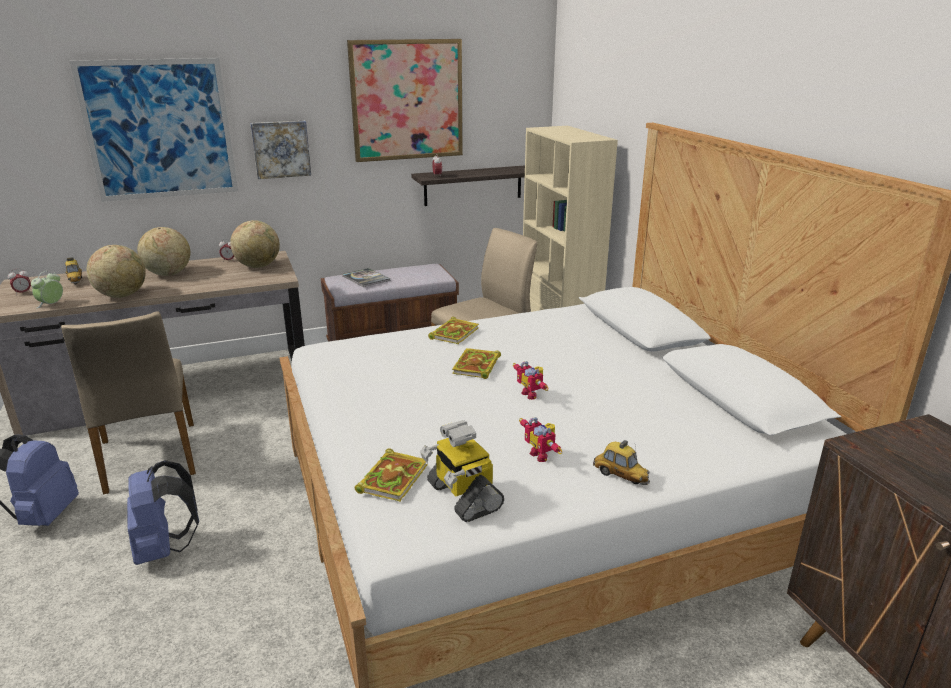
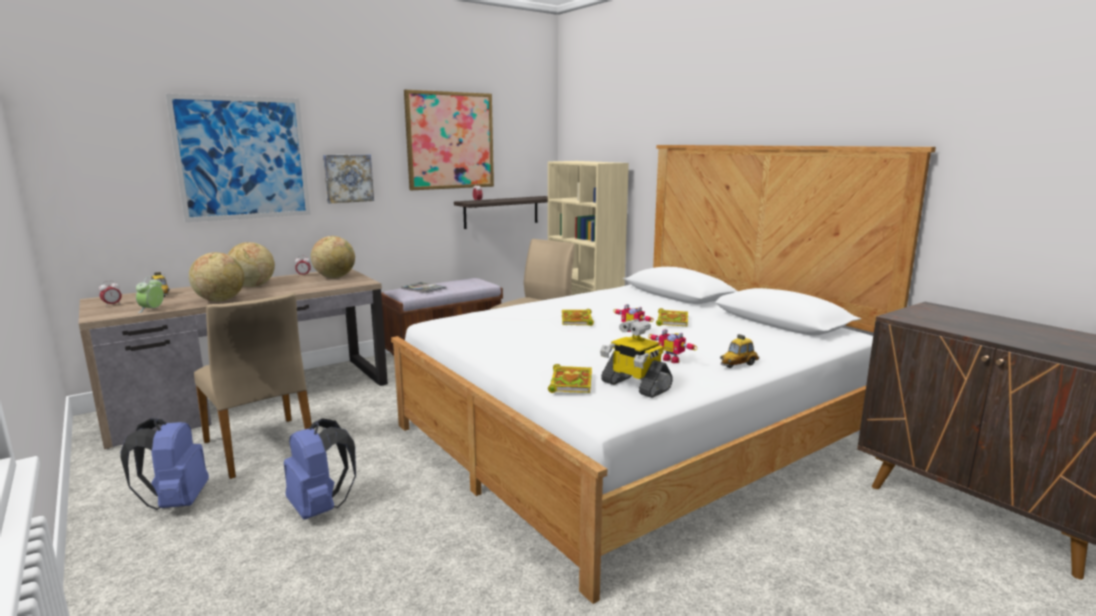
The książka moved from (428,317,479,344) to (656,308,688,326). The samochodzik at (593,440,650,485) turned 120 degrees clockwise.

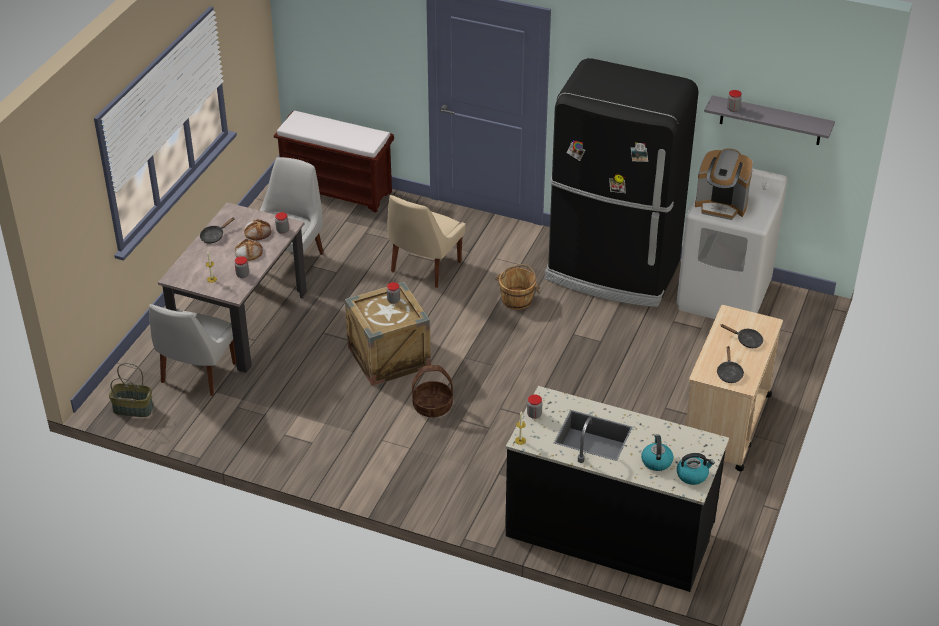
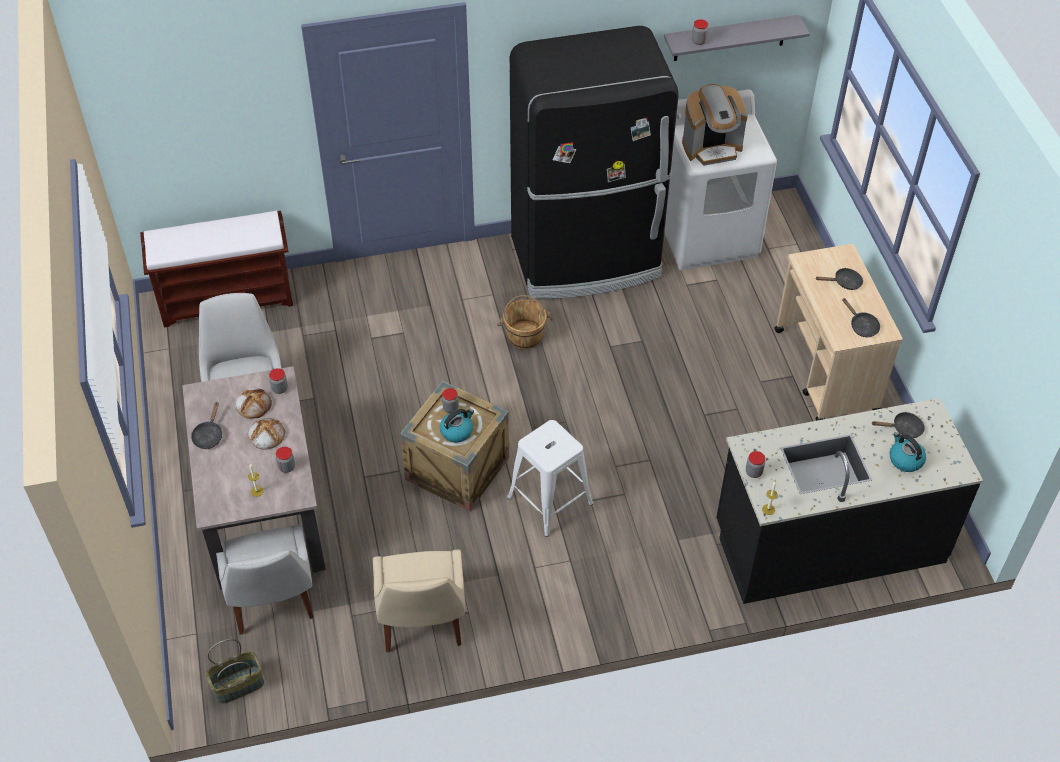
The krzesło/beżowy moved from (387,195,466,288) to (373,550,465,653). The czajnik moved from (677,453,715,485) to (440,409,474,442). The koszyk at (412,365,453,417) was replaced by the stołek/biały at (507,420,593,537). The patelnia/czarny at (872,412,925,438) appeared.

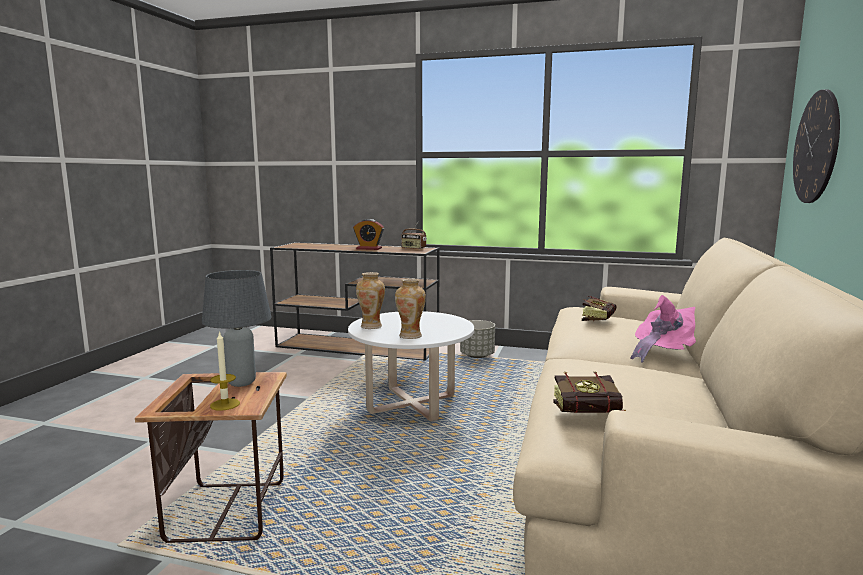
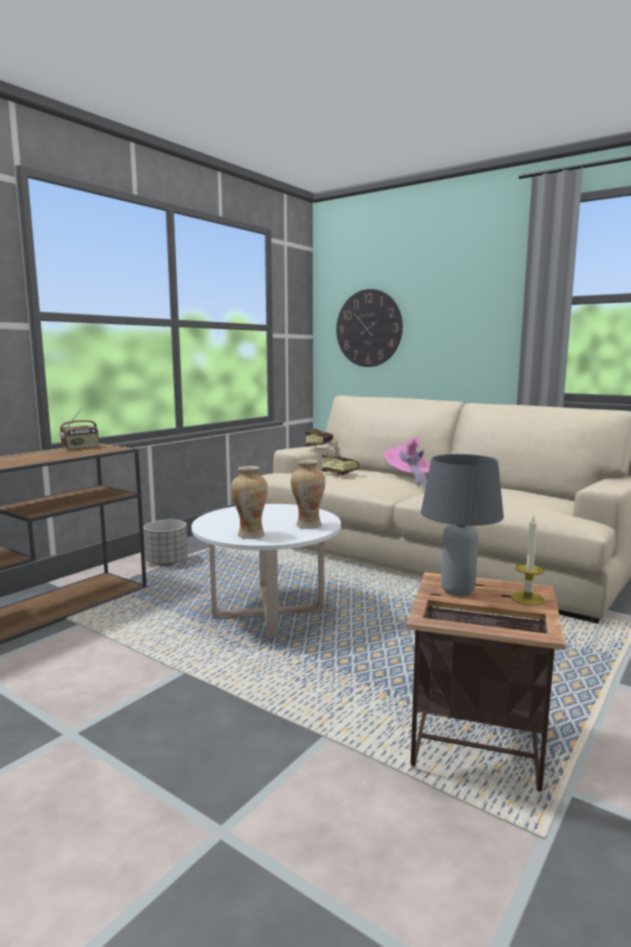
The książka moved from (553,372,625,413) to (305,428,333,447). The budzik at (353,219,384,250) disappeared.

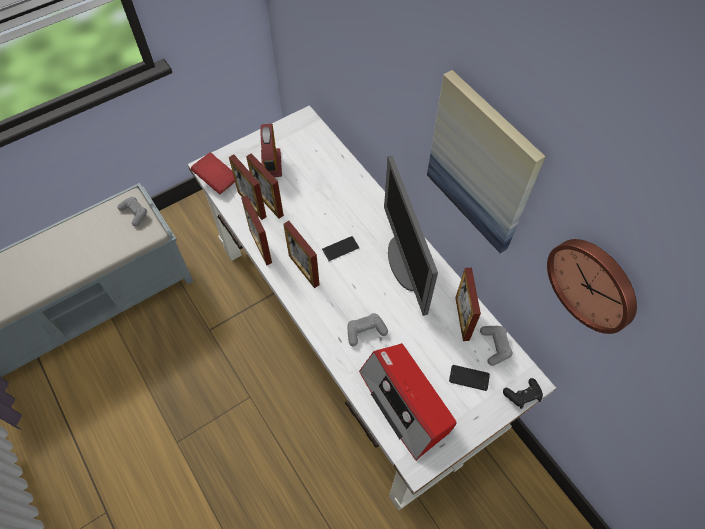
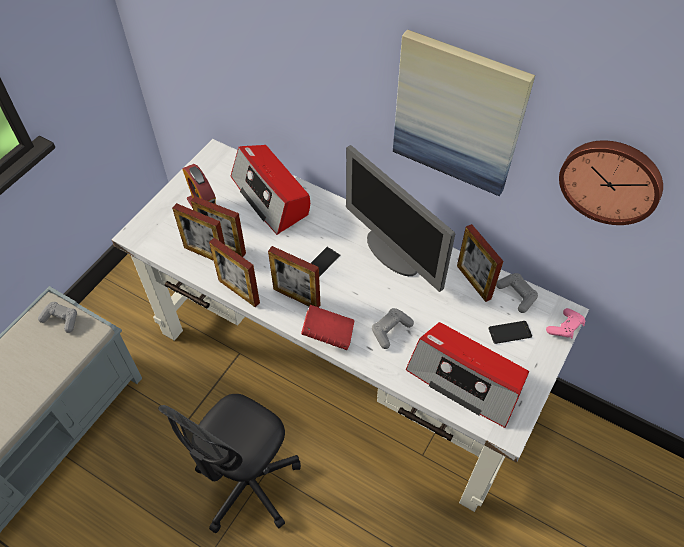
The krzesło biurowe/czarny at (158,394,301,533) appeared. The radio at (231,145,310,235) appeared. The książka/czerwony moved from (191,152,235,195) to (301,305,354,350). The pad do gier/czarny at (503,378,543,409) became the pad do gier/różowy at (546,308,585,339).

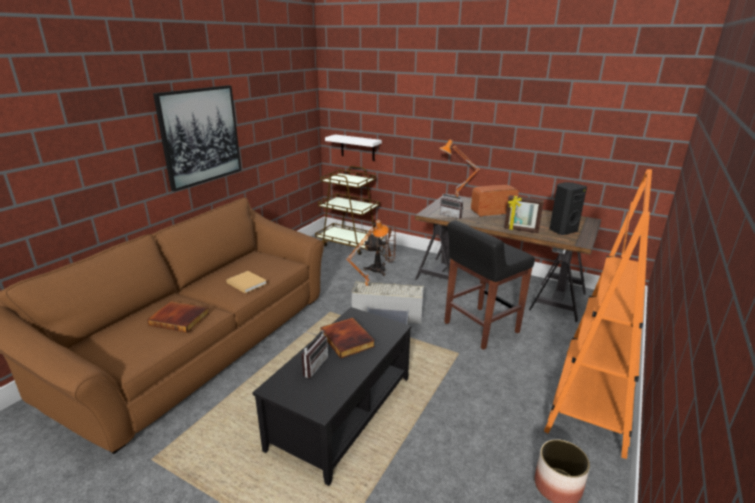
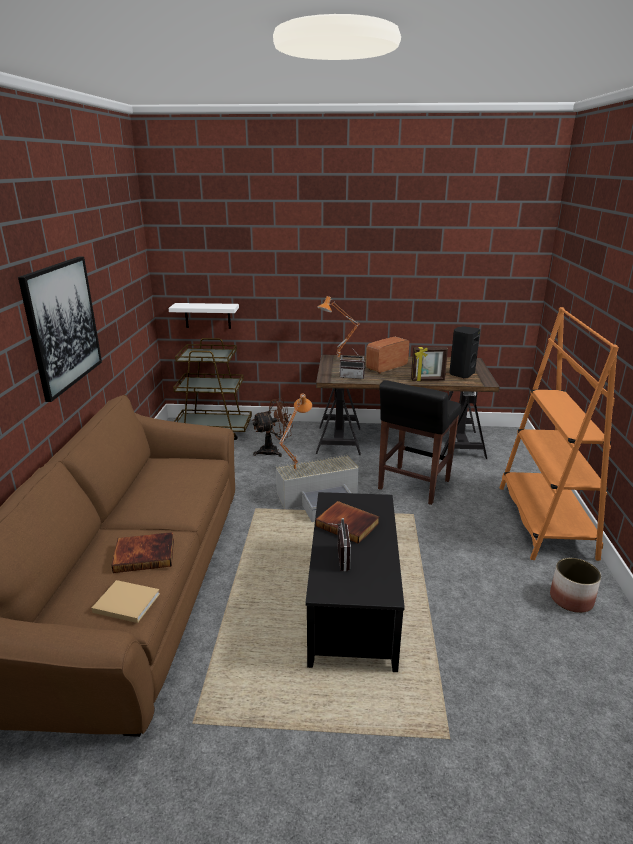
The książka/beżowy moved from (226,271,267,293) to (92,580,160,623).

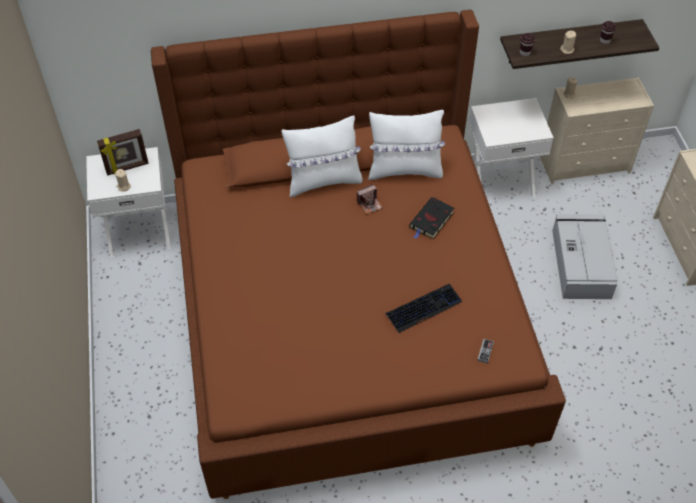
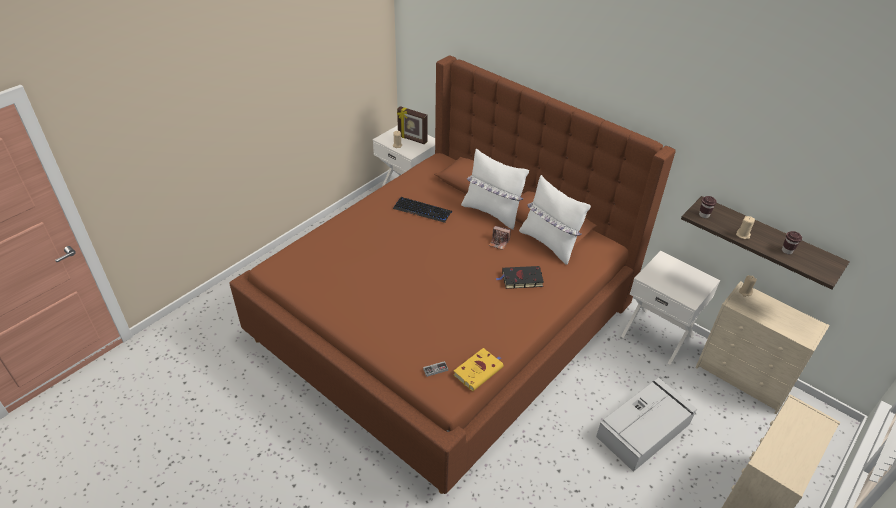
The klawiatura moved from (386,284,462,333) to (393,197,452,223). The książka/żółty at (454,348,504,391) appeared.

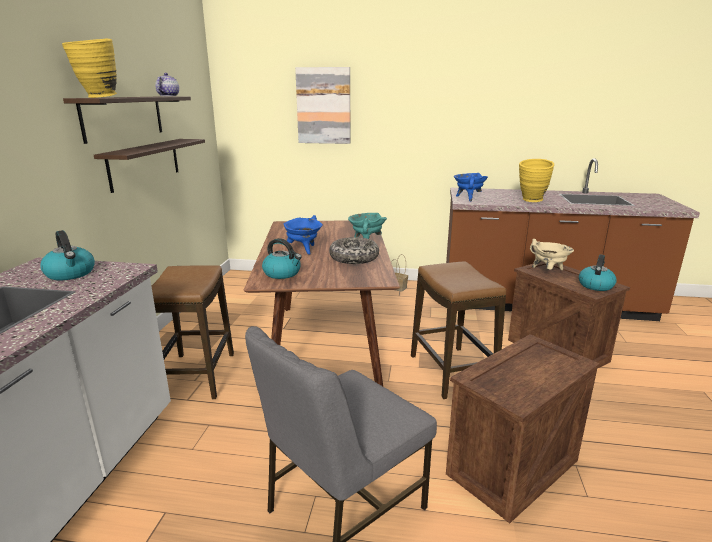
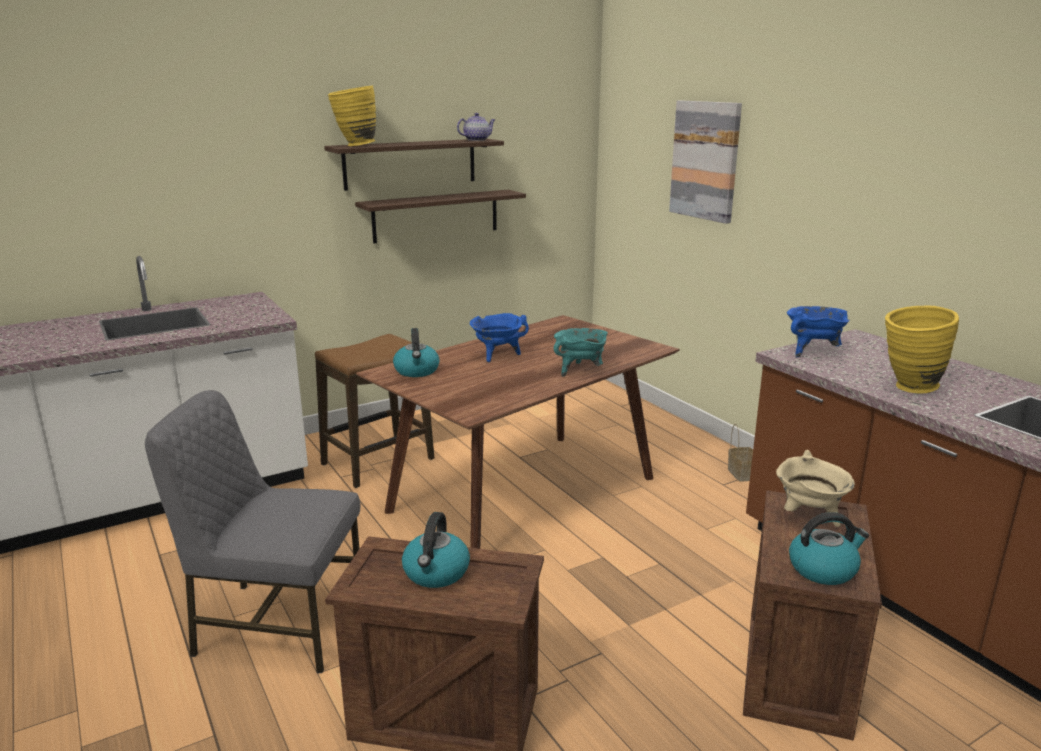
The czajnik moved from (40,230,95,280) to (402,512,470,588). The miska at (329,237,379,264) disappeared. The stołek at (411,261,506,399) disappeared.

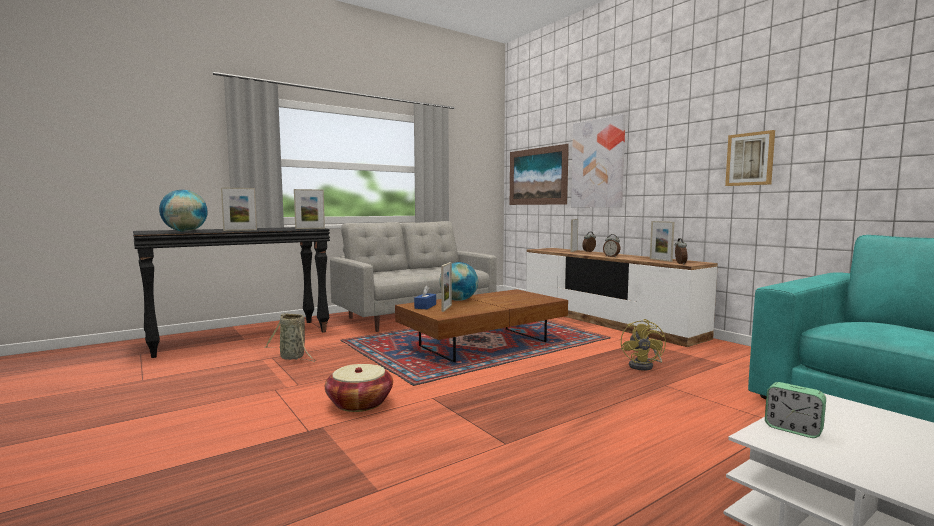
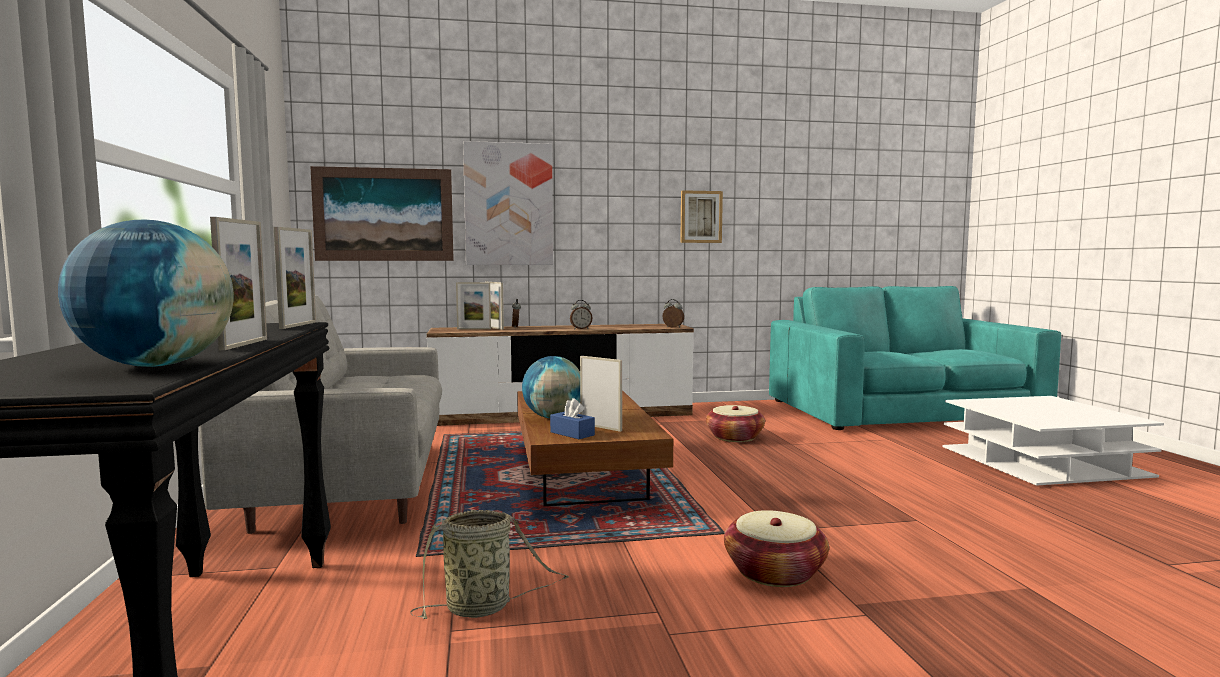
The ramka na zdjęcie moved from (650,221,674,262) to (456,282,491,329). The wentylator/żółty at (621,319,666,371) was replaced by the koszyk at (706,405,765,442). The budzik at (765,382,826,438) disappeared.

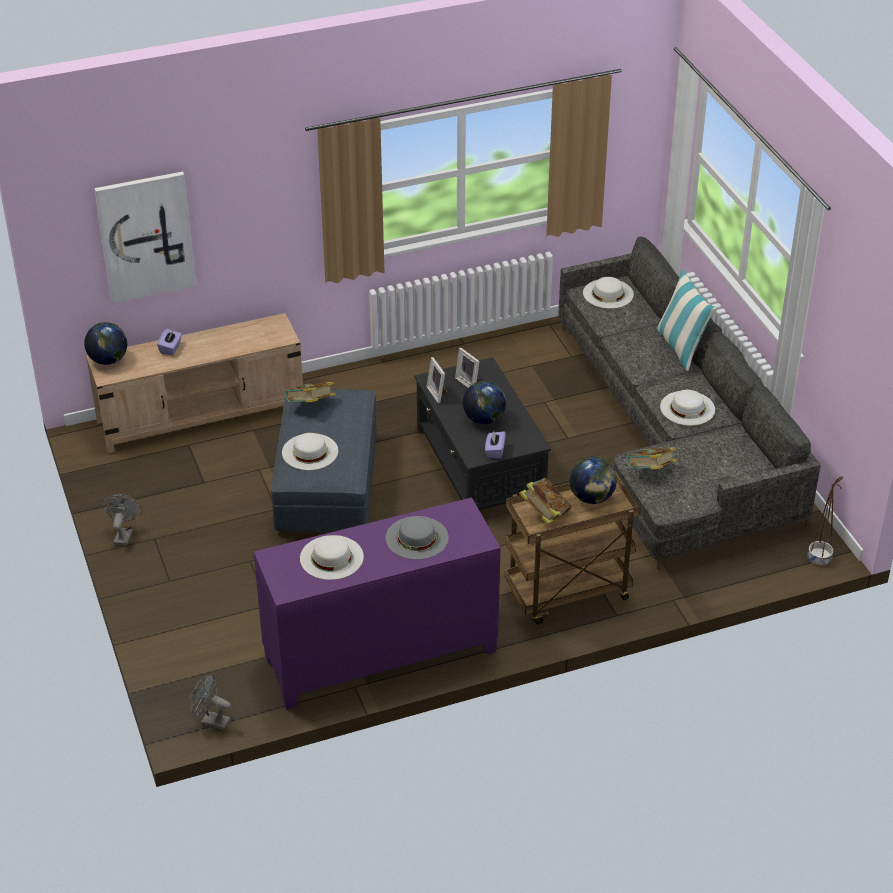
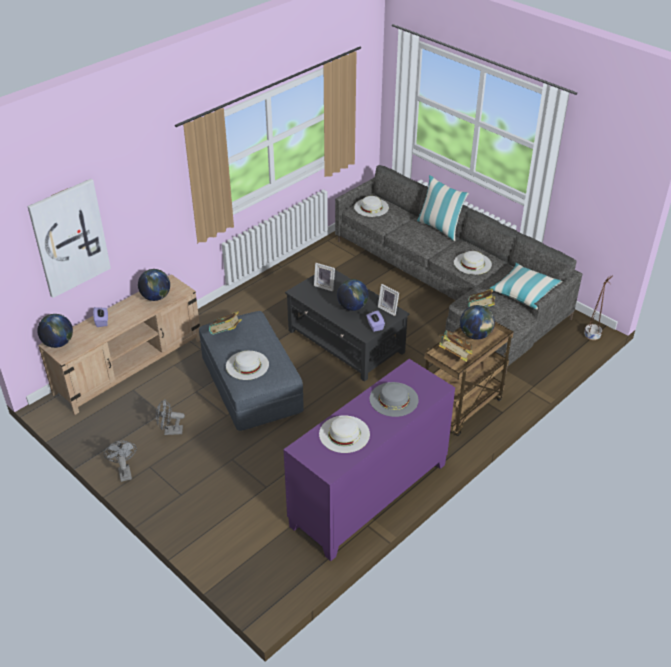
The globus at (138,269,170,301) appeared. The wentylator/szary moved from (189,674,231,730) to (156,399,185,435). The ramka na zdjęcie moved from (426,357,447,403) to (378,284,399,316). The poduszka at (490,263,563,310) appeared.

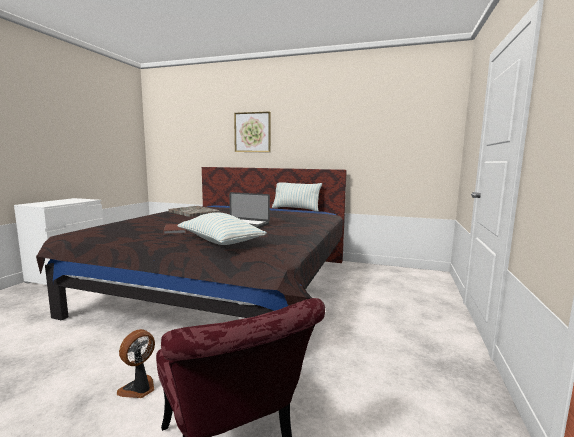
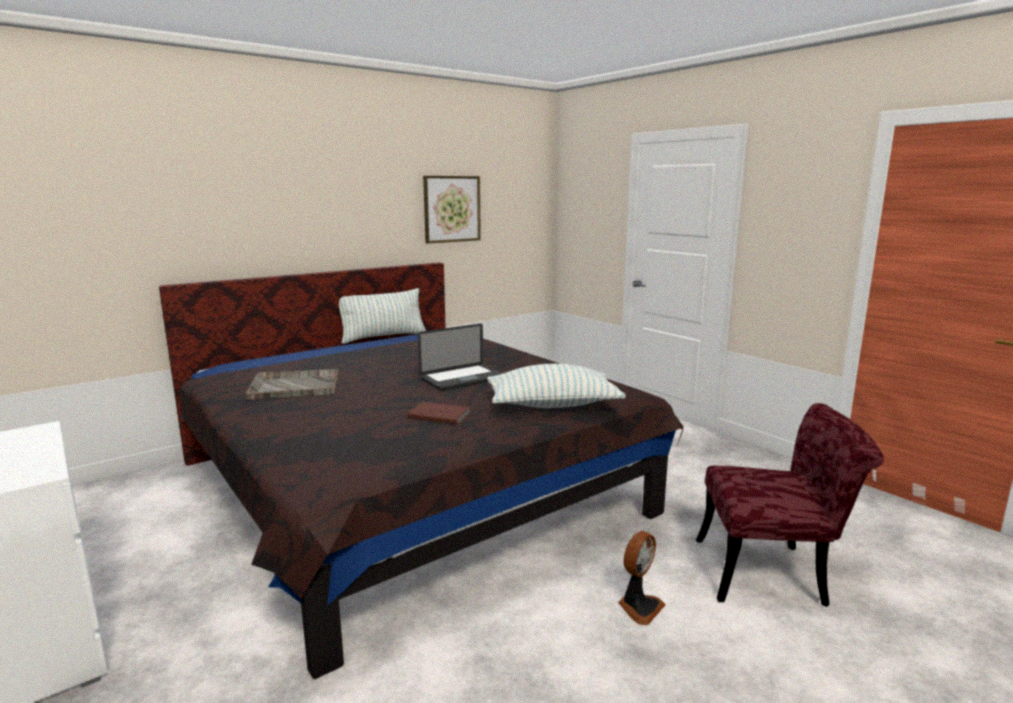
The obraz moved from (234,111,271,152) to (423,176,481,244). The wentylator at (117,329,155,398) turned 120 degrees counterclockwise.

